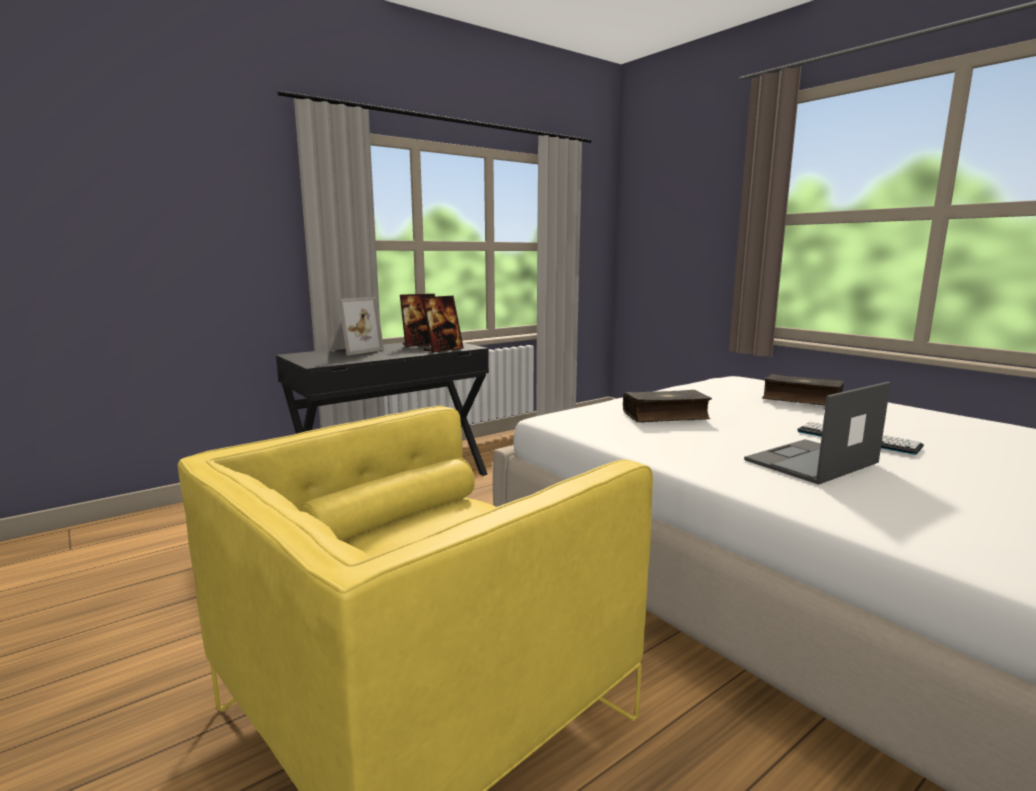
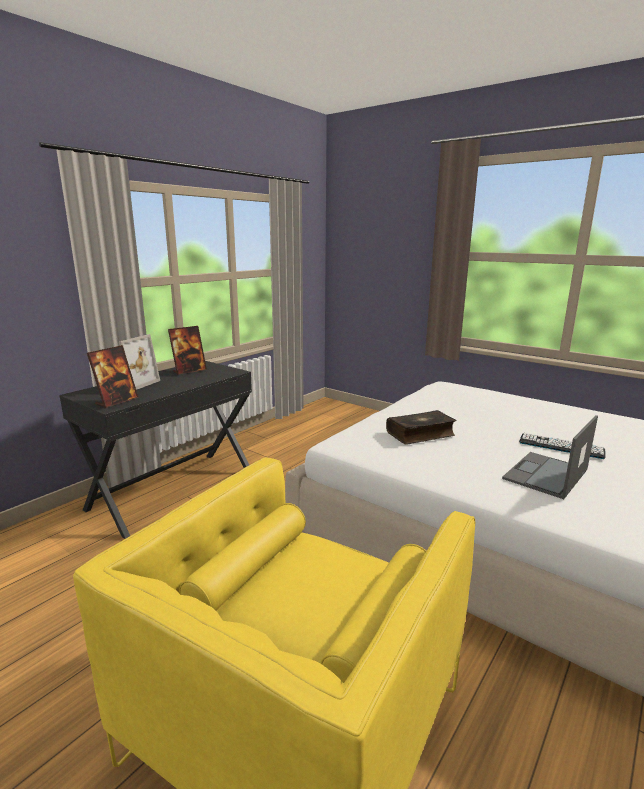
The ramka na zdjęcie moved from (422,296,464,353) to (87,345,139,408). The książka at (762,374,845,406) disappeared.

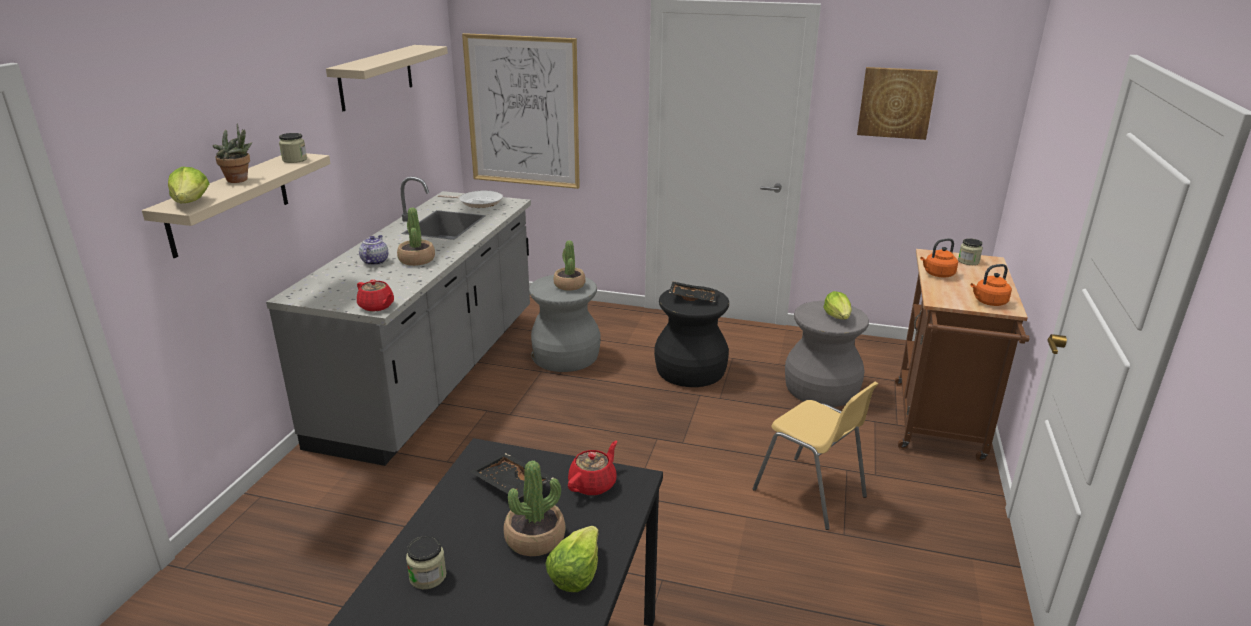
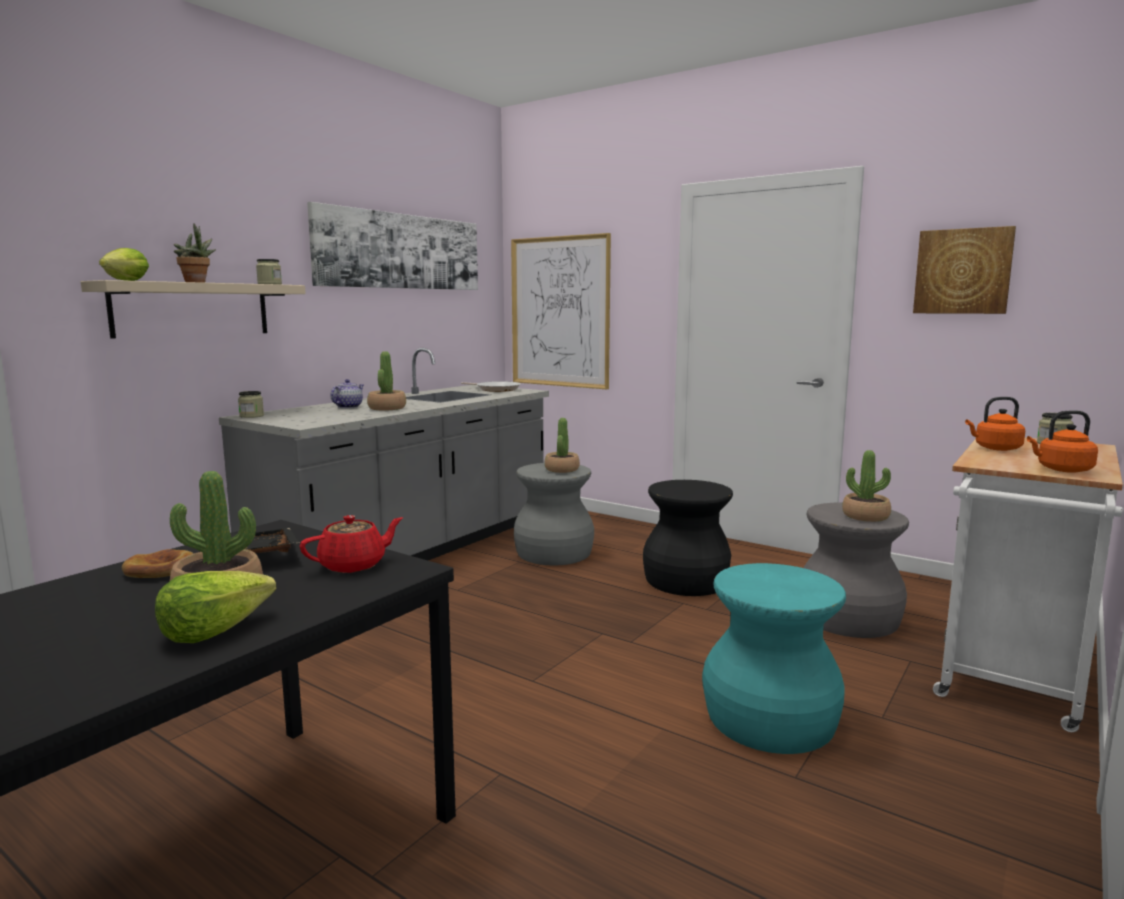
The chleb at (122,549,194,578) appeared. The słoik moved from (406,536,446,589) to (238,391,264,418). The półka/beżowy at (326,45,448,111) was replaced by the obraz at (307,202,478,290). The krzesło/żółty at (753,382,878,530) was replaced by the stołek/turkusowy at (702,563,846,754). The sałata at (823,291,852,320) was replaced by the roślina doniczkowa at (842,450,891,522). The wózek/brązowy at (895,249,1030,462) became the wózek/biały at (933,437,1123,732). The imbryk/czerwony at (357,280,394,312) disappeared. The taca/czarny at (669,281,718,302) disappeared.

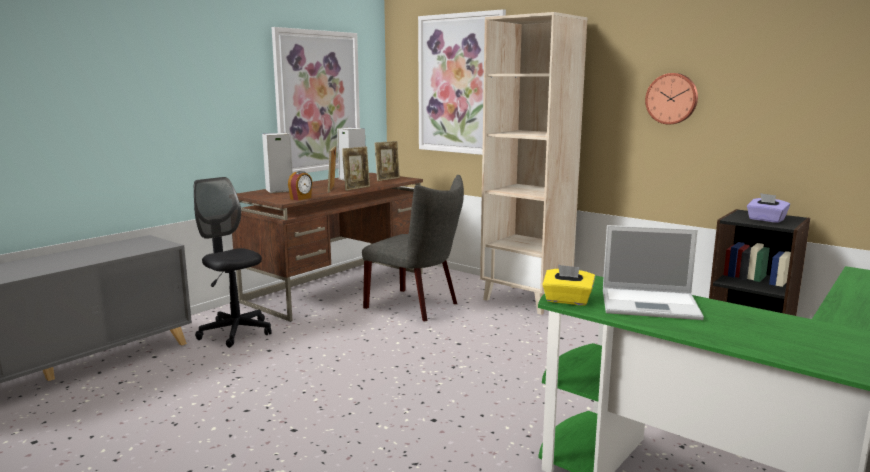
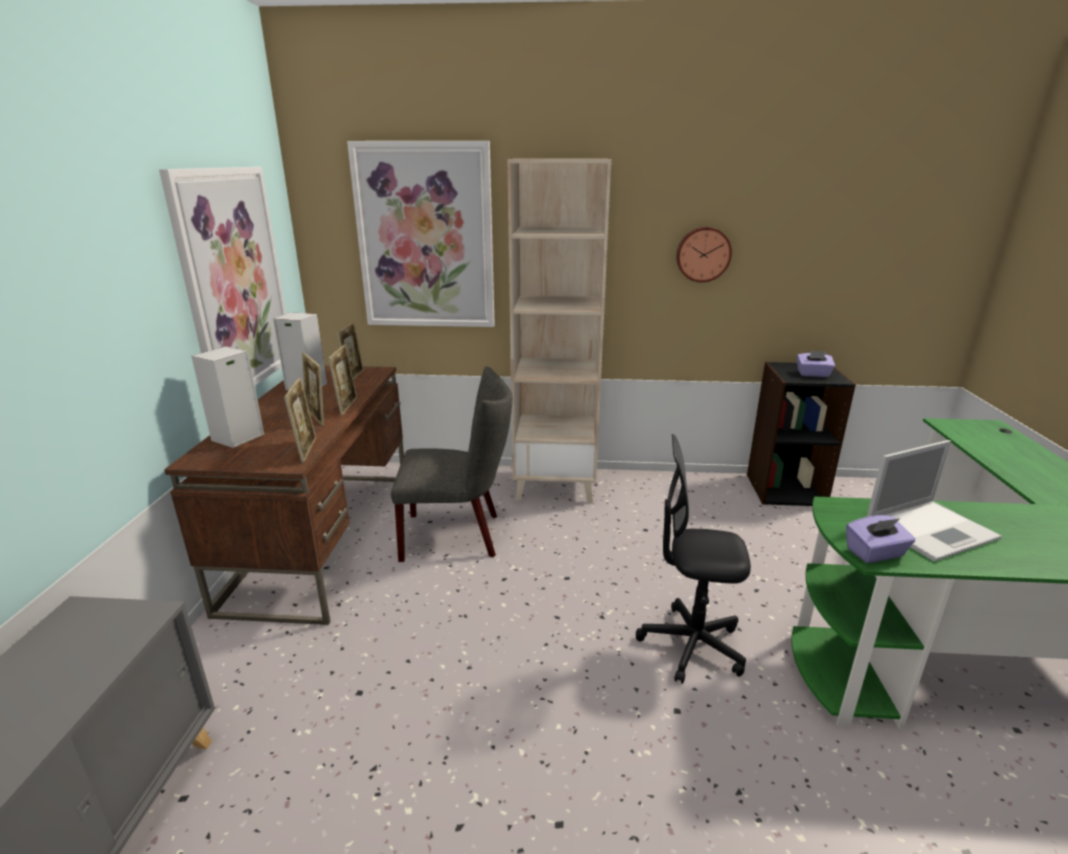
The budzik at (288,171,313,200) was replaced by the ramka na zdjęcie at (284,377,316,463). The krzesło biurowe/czarny moved from (194,177,272,348) to (636,434,751,684). The pudełko chusteczek/żółty at (542,265,595,306) became the pudełko chusteczek/fioletowy at (846,515,915,563).

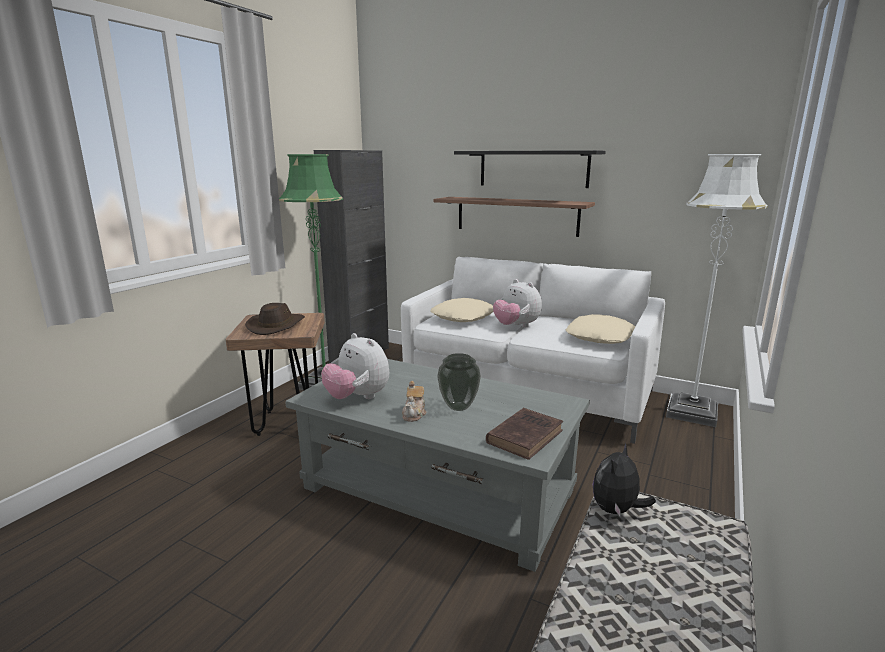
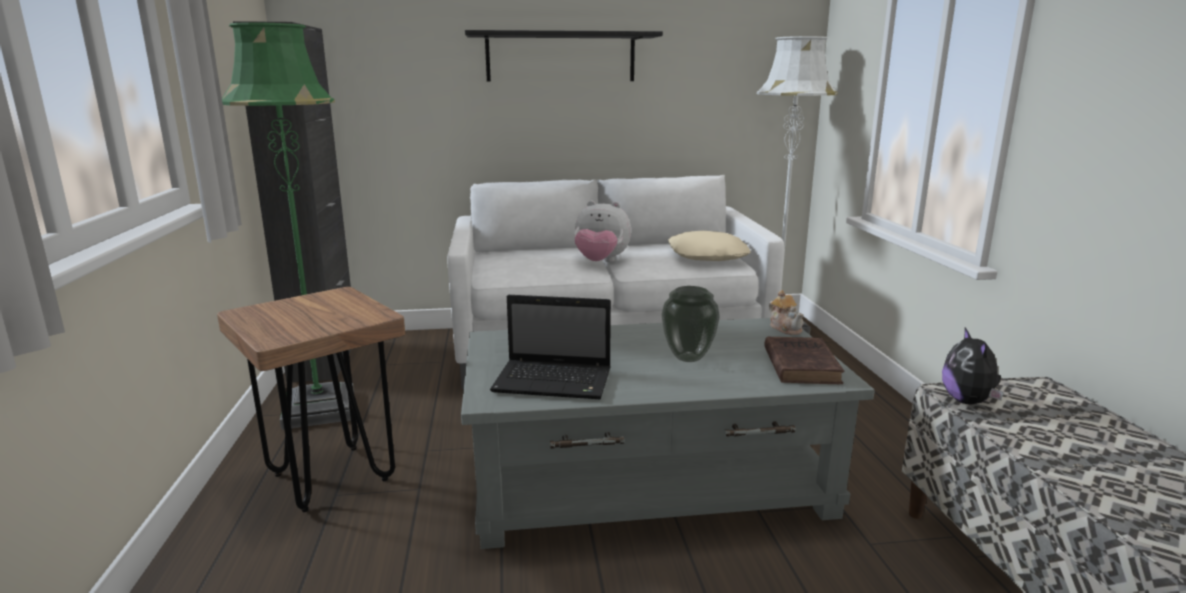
The pluszak at (321,333,389,399) was replaced by the laptop at (490,295,611,399). The imbryk moved from (402,381,426,422) to (769,290,804,335). The kapelusz/brązowy at (245,303,305,335) disappeared. The poduszka/beżowy at (430,298,493,322) disappeared. The półka at (433,197,595,237) disappeared.

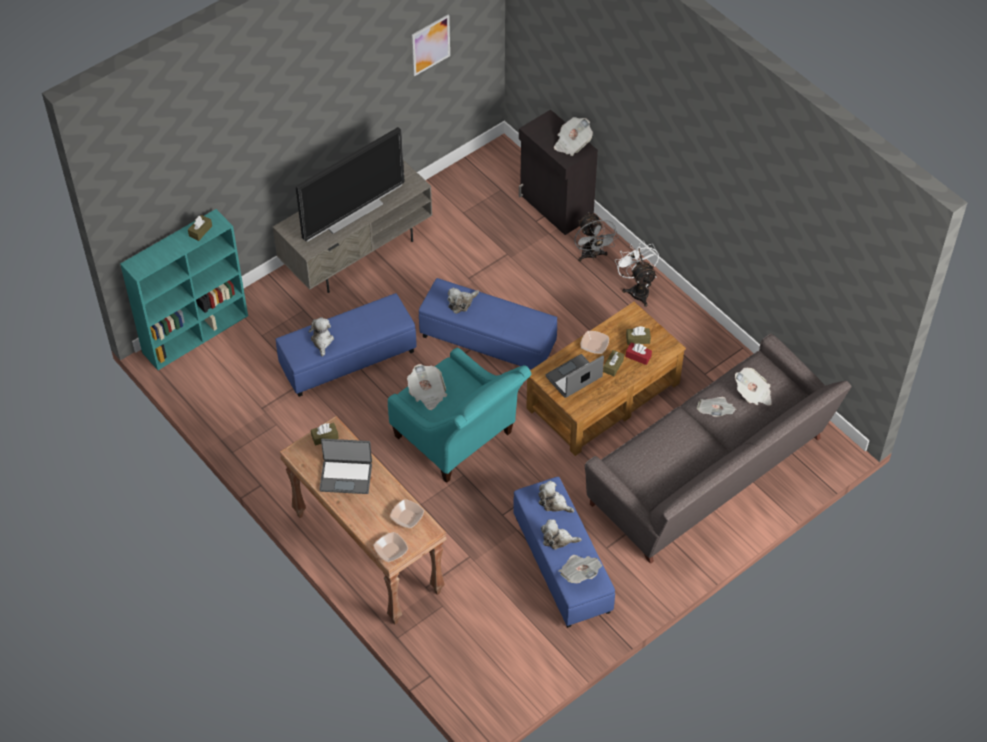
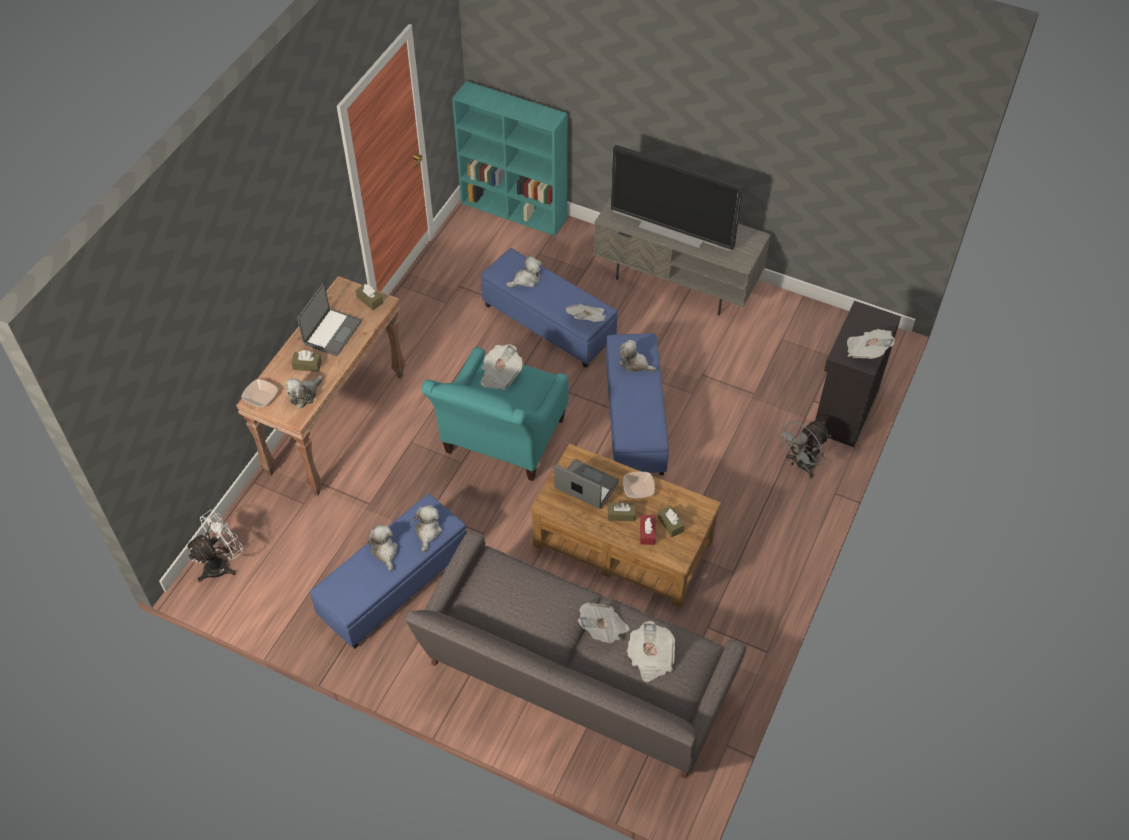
The wentylator/biały moved from (615,241,659,307) to (186,510,243,582). The miska at (390,499,424,528) was replaced by the pluszak at (286,376,323,409). The pudełko chusteczek/brązowy moved from (188,215,212,241) to (291,350,322,372). The laptop at (319,439,372,494) turned 135 degrees counterclockwise. The gazeta moved from (558,555,602,583) to (566,304,606,322). The obraz at (412,14,450,76) disappeared.

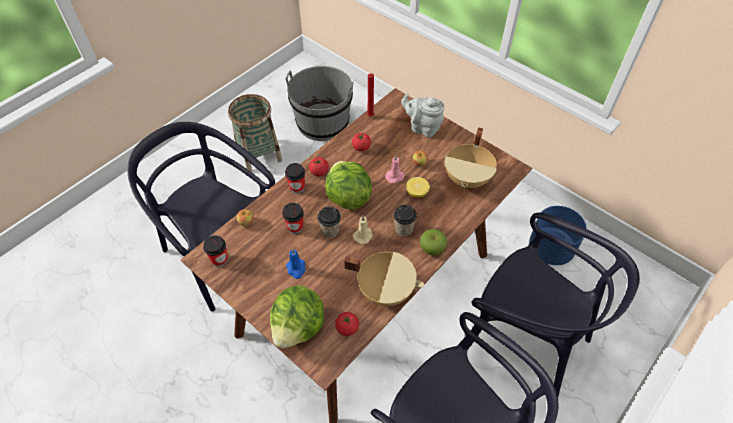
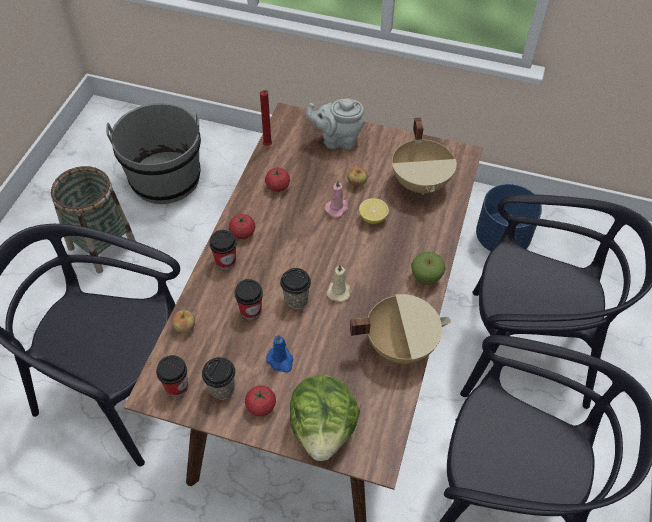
The filiżanka moved from (394,205,417,236) to (202,357,235,400). The pomidor moved from (335,312,359,336) to (245,386,276,416). The sałata at (325,161,372,209) disappeared.

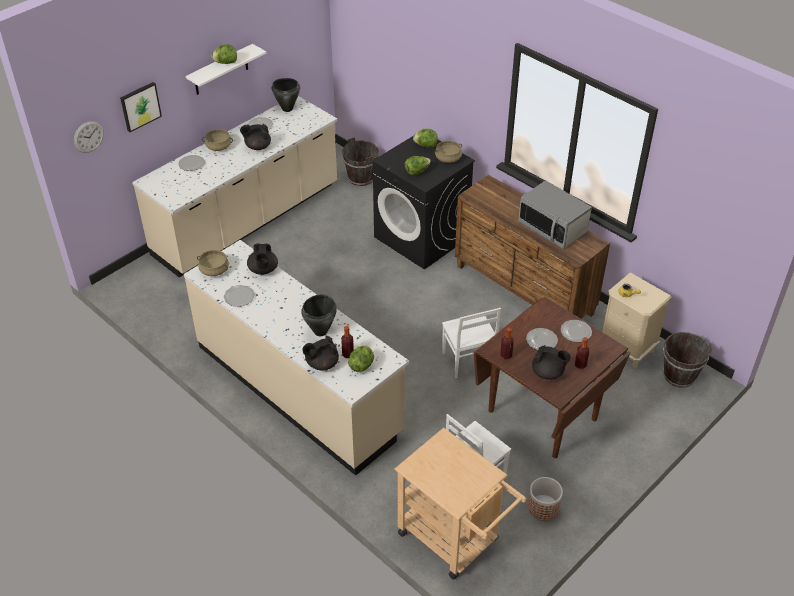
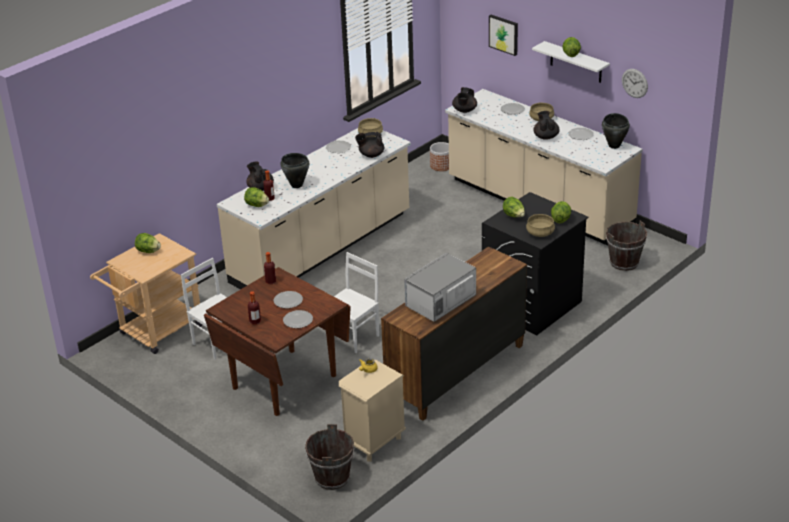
The sałata at (135,233,161,253) appeared. The krzesło/biały at (442,308,501,378) turned 150 degrees clockwise. The donica moved from (527,477,563,521) to (430,142,449,171). The imbryk/czarny moved from (532,345,571,380) to (452,87,477,113). The zegar ścienny moved from (74,121,104,153) to (622,69,648,98).

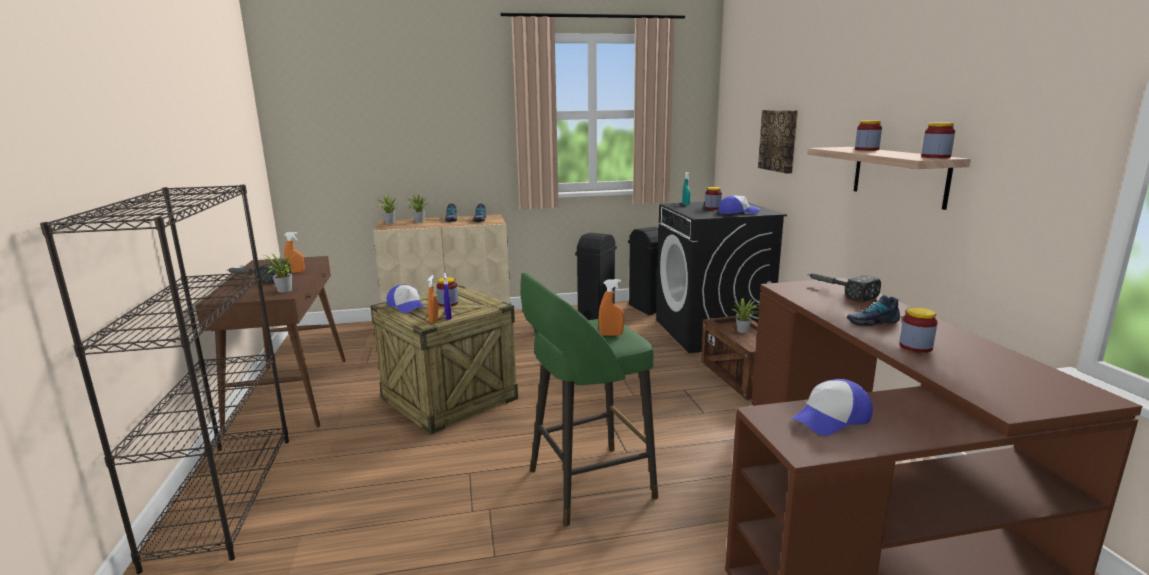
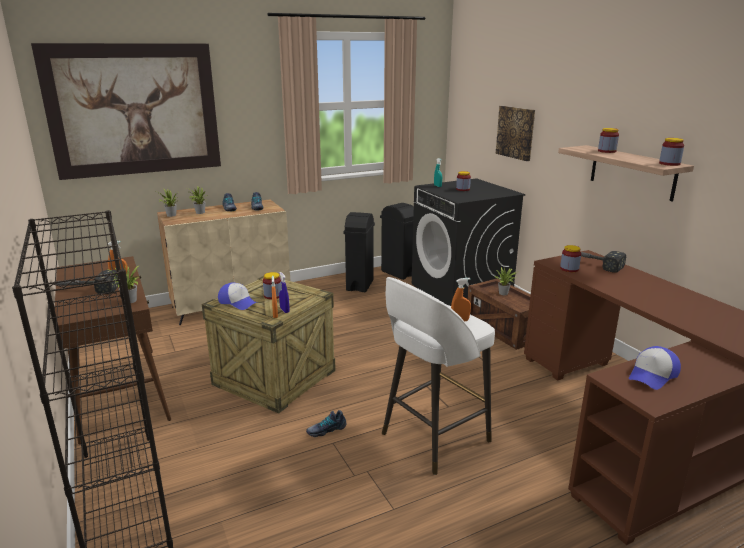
The obraz at (31,43,221,180) appeared. The but moved from (847,295,900,326) to (306,410,346,437). The stołek/zielony at (520,273,658,526) became the stołek/biały at (382,277,495,475). The słoik moved from (899,308,938,353) to (560,245,581,272). The czapka z daszkiem at (718,195,760,214) disappeared.

